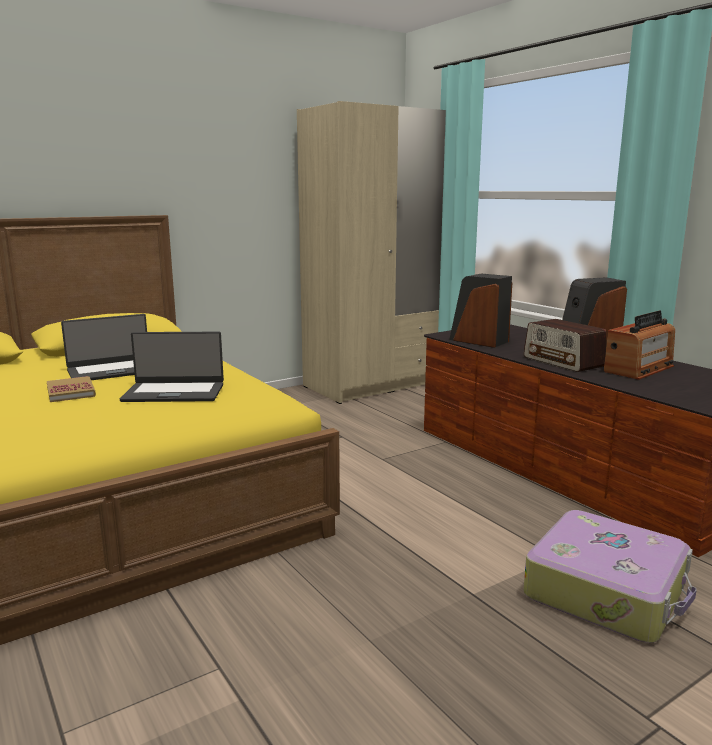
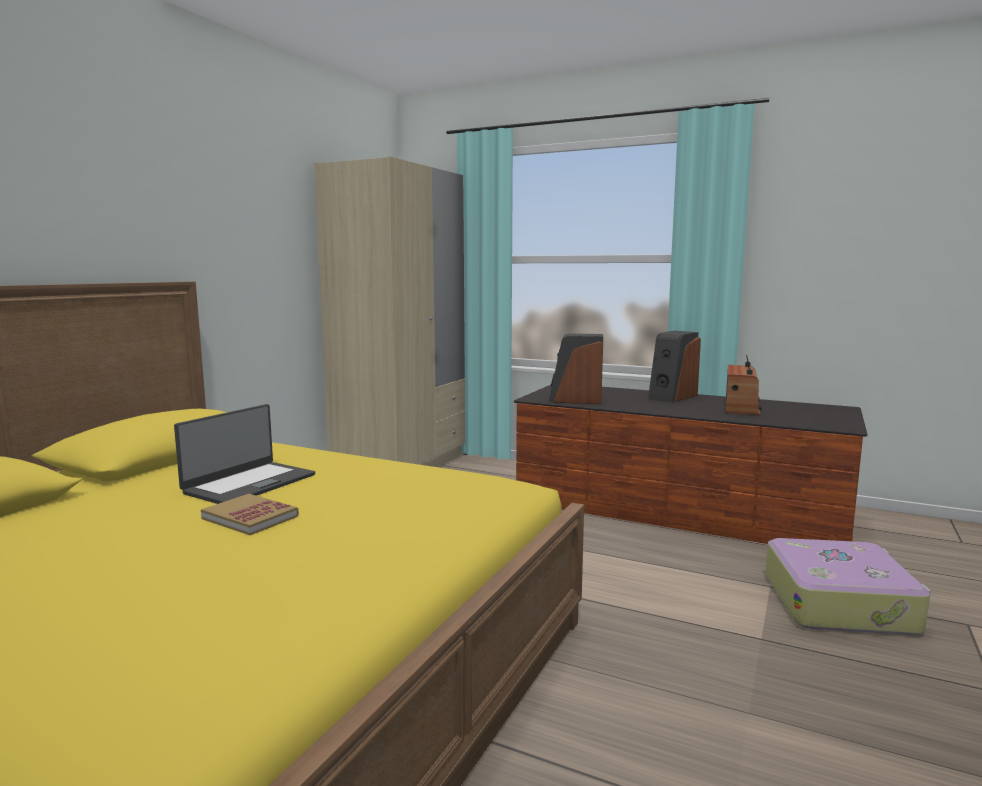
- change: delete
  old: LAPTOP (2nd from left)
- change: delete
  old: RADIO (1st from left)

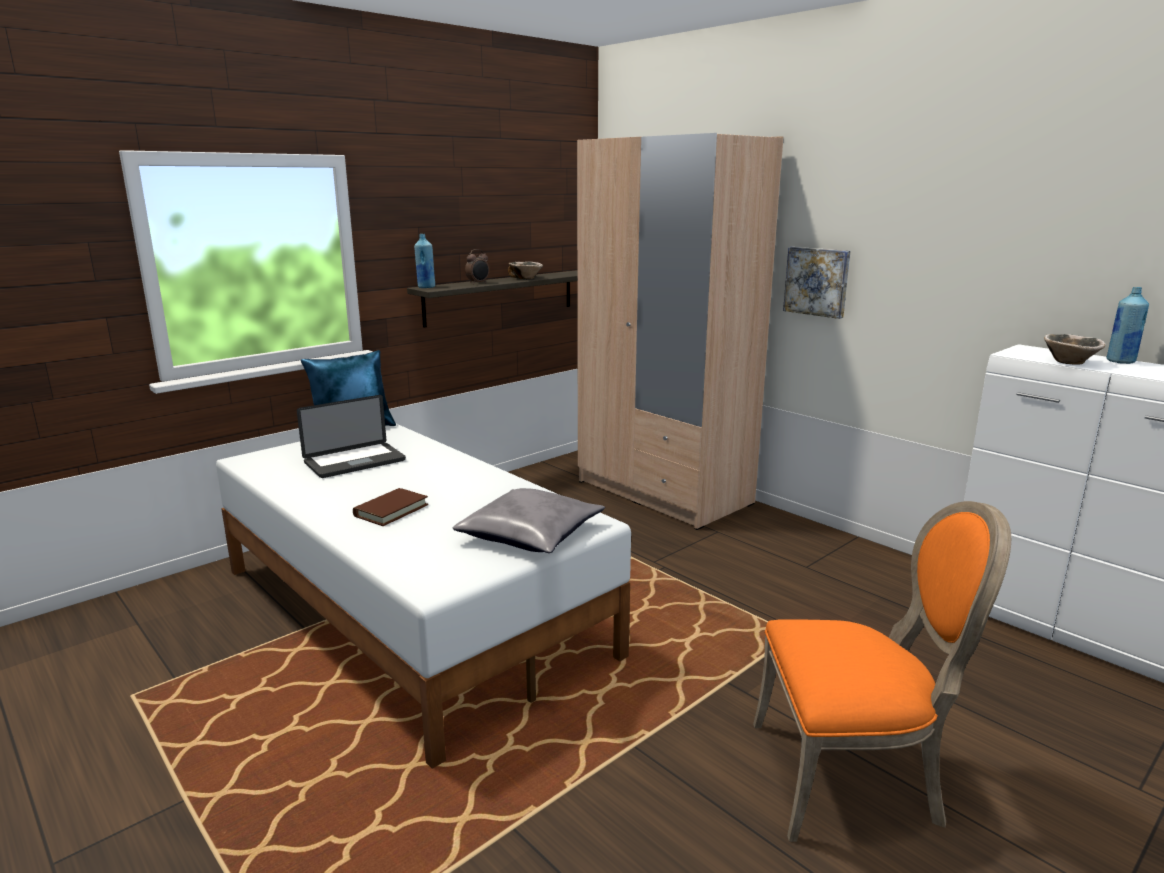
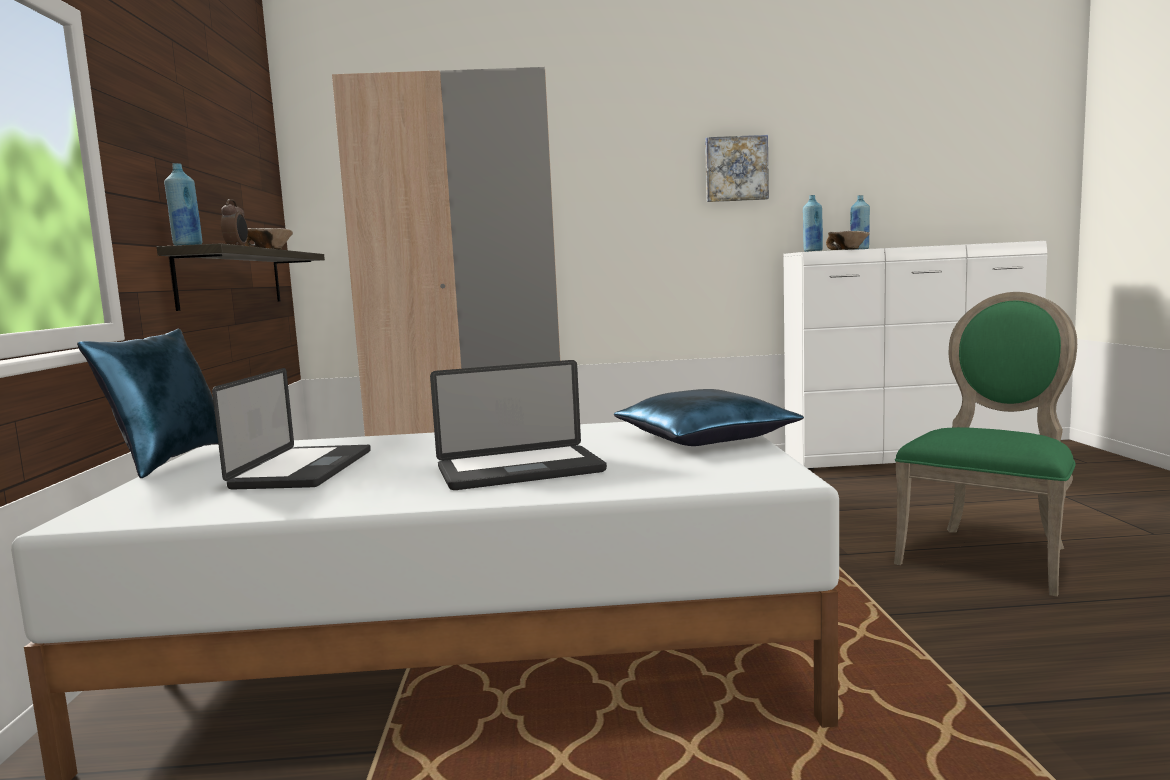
- change: replace
  old: BROWN BOOK
  new: LAPTOP (2nd from left)
- change: recolor
  old: GREY PILLOW
  new: BLUE PILLOW (2nd from left)
- change: recolor
  old: ORANGE CHAIR
  new: GREEN CHAIR
- change: move
  old: PICTURE
- change: insert
  new: BLUE BOTTLE (2nd from left)

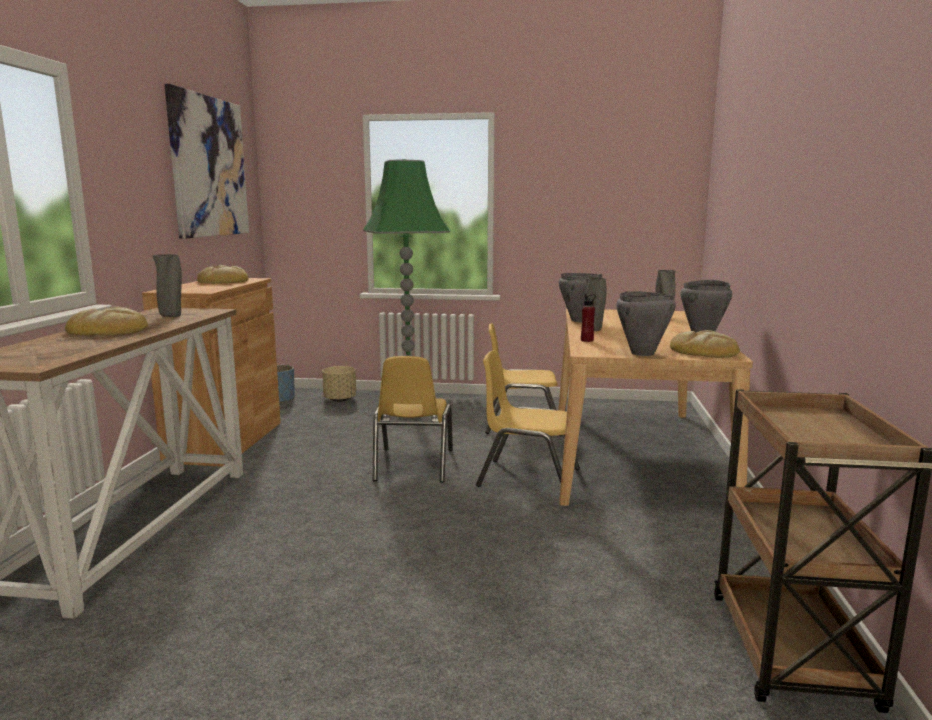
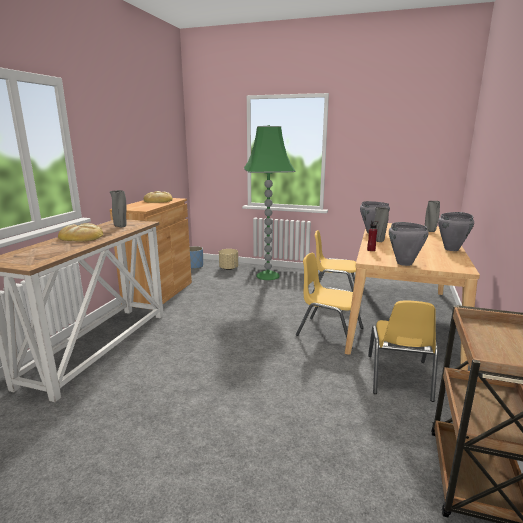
- change: delete
  old: PICTURE
- change: move
  old: YELLOW CHAIR (1st from left in the first image)
  new: YELLOW CHAIR (3rd from left)
- change: delete
  old: BREAD (3rd from left)

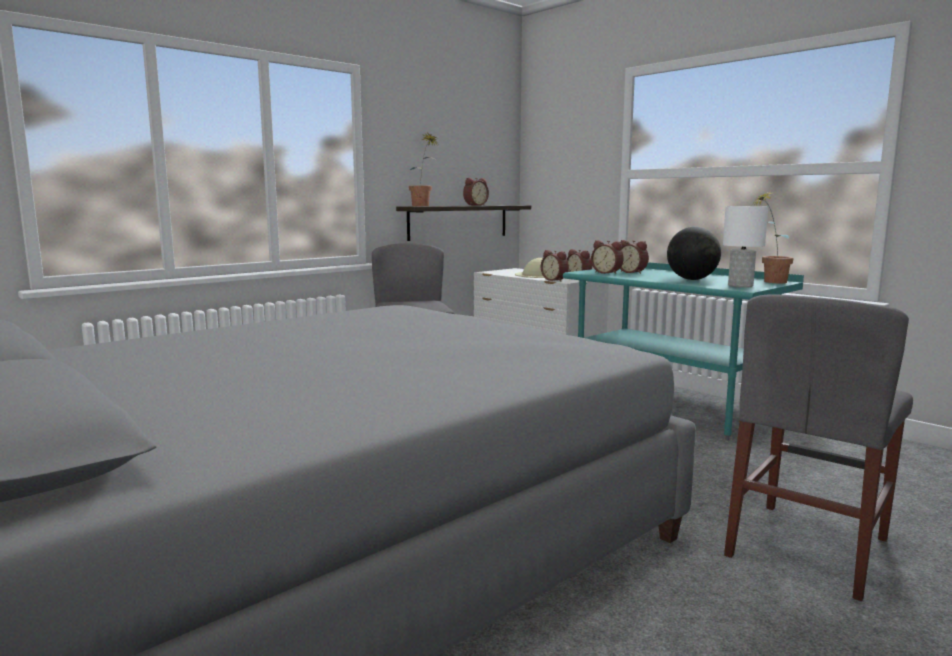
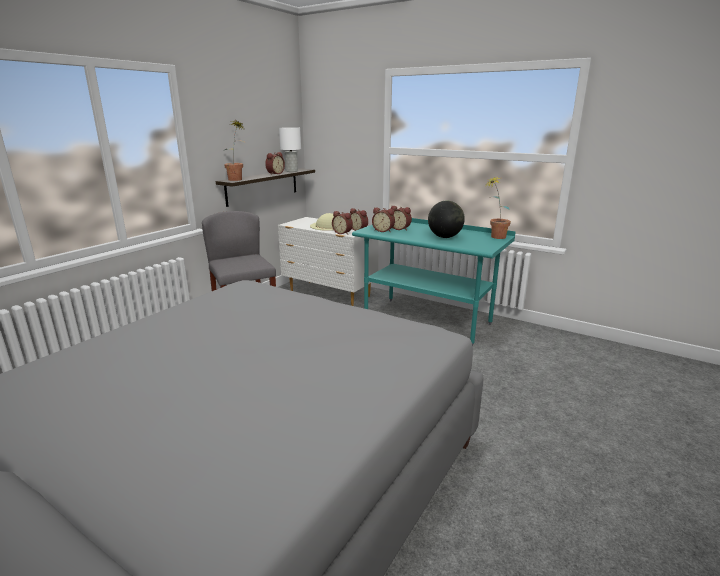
- change: move
  old: WHITE TABLE LAMP
- change: delete
  old: GREY CHAIR (2nd from left)

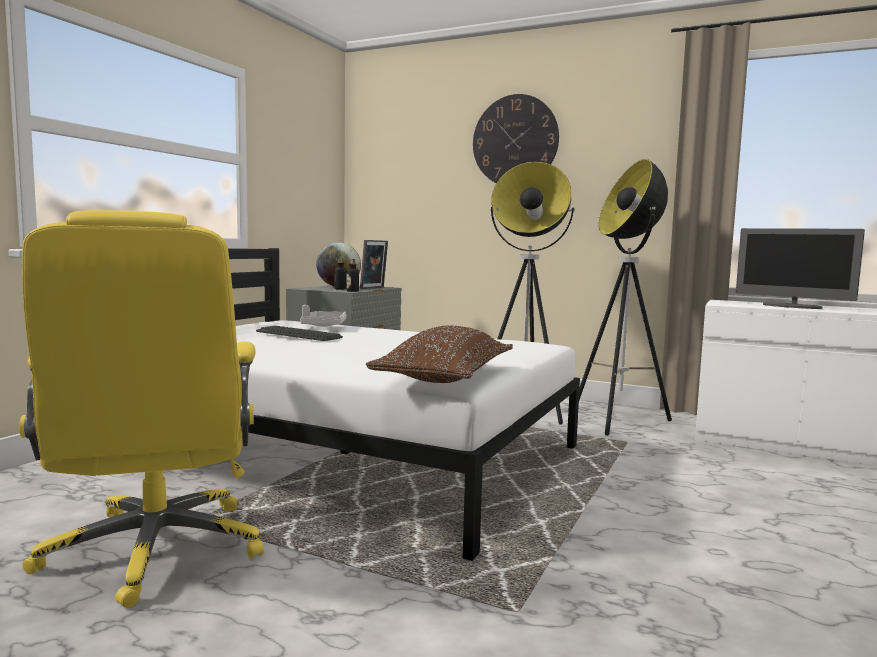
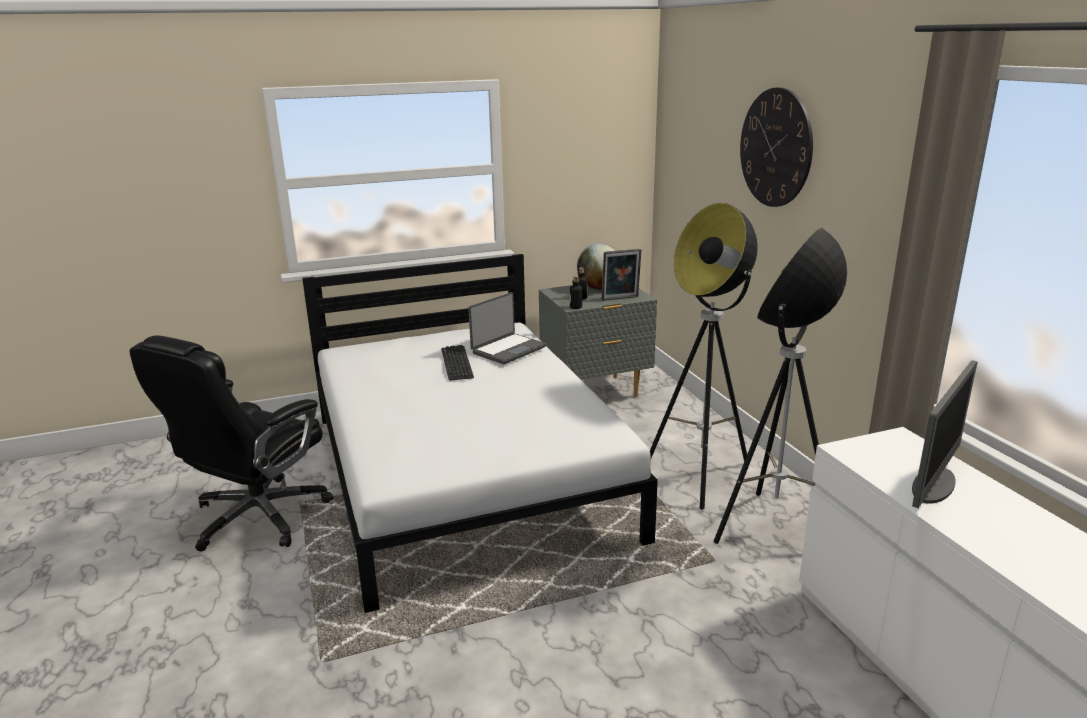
- change: recolor
  old: YELLOW OFFICE CHAIR
  new: BLACK OFFICE CHAIR
- change: replace
  old: GREY TRAY
  new: LAPTOP
- change: delete
  old: BROWN PILLOW
- change: rotate
  old: MONITOR
  degrees: -135

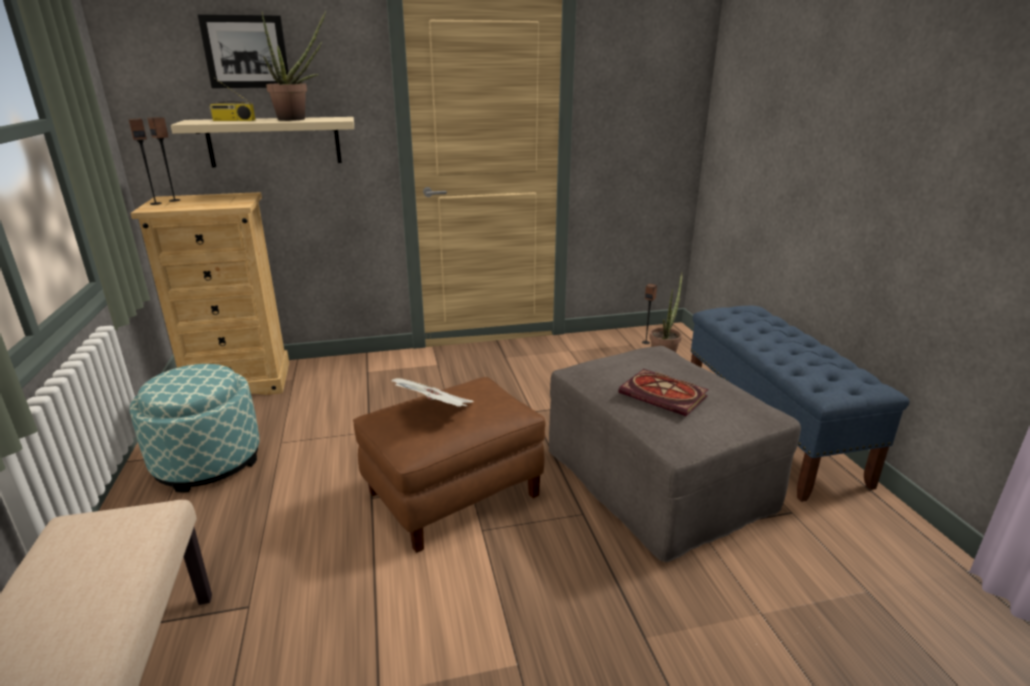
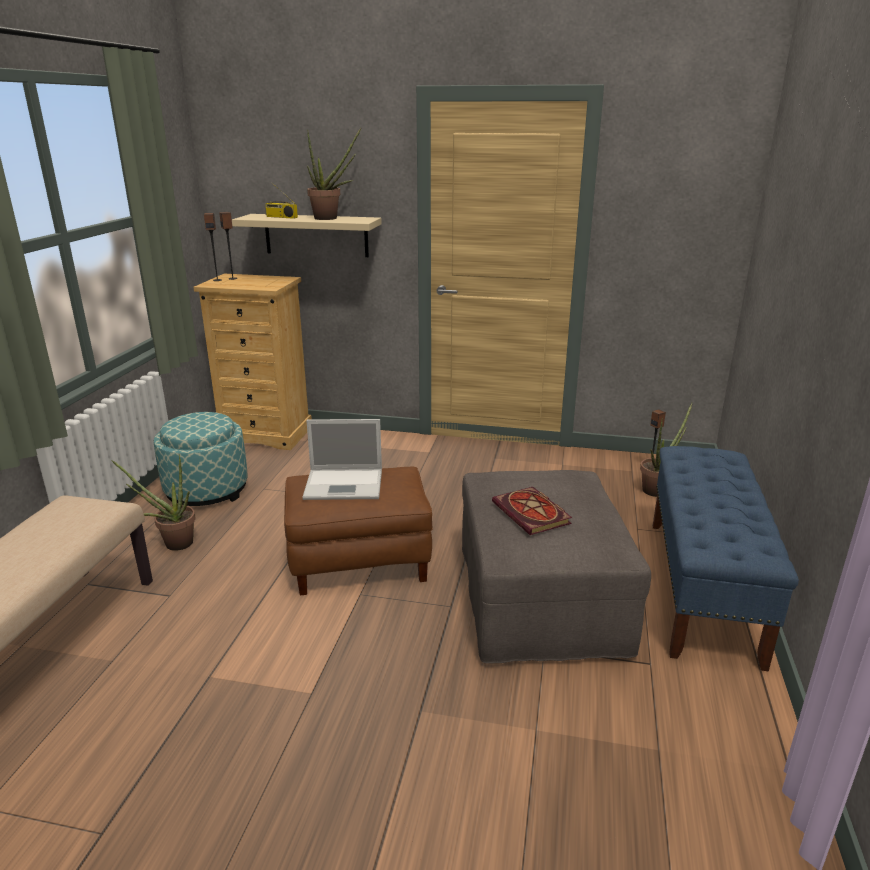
- change: delete
  old: PICTURE
- change: replace
  old: NEWSPAPER
  new: LAPTOP
- change: insert
  new: POTTED PLANT (1st from left)

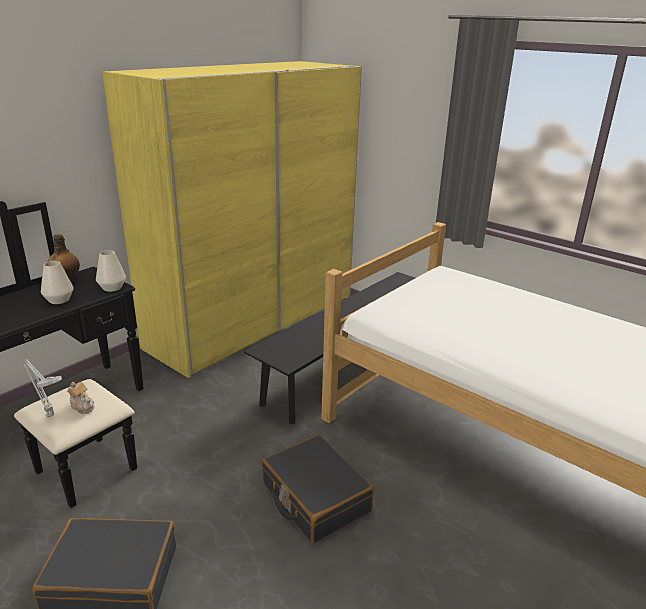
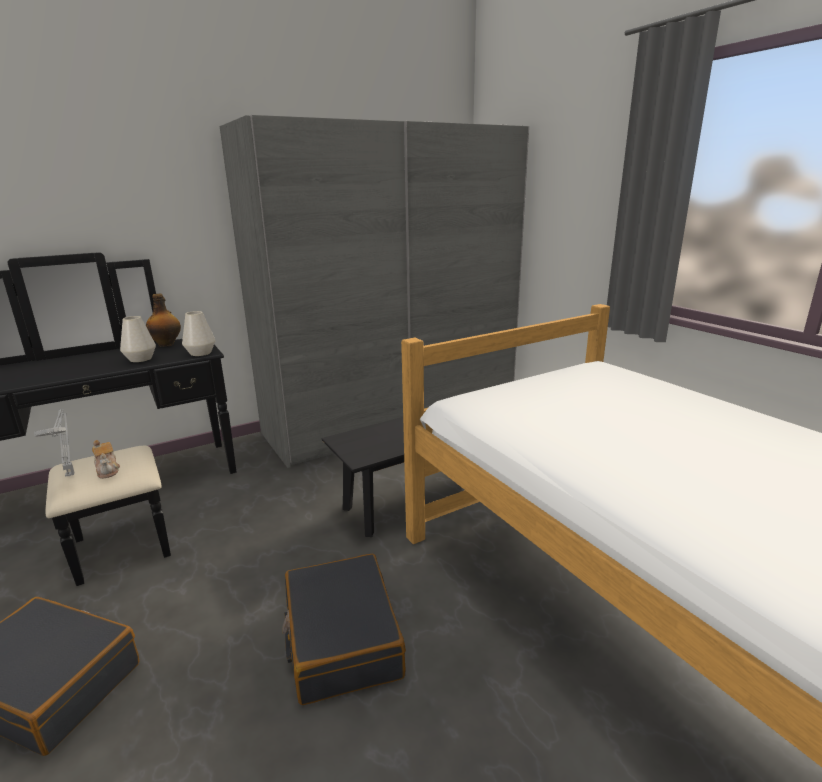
- change: recolor
  old: YELLOW WARDROBE
  new: GREY WARDROBE

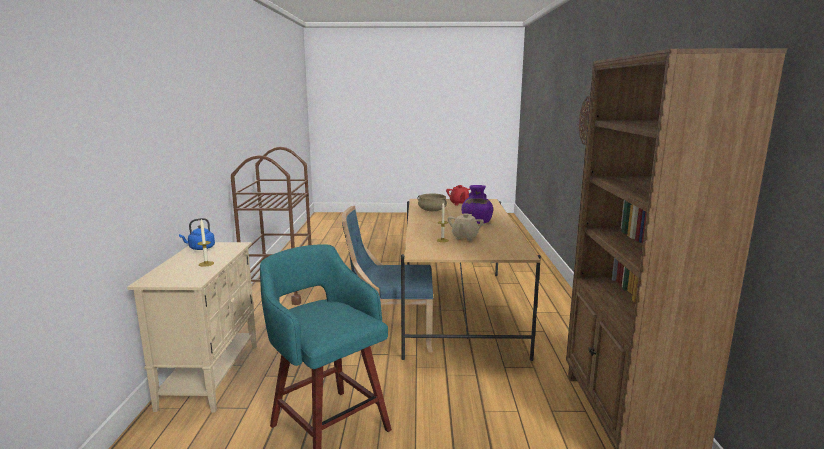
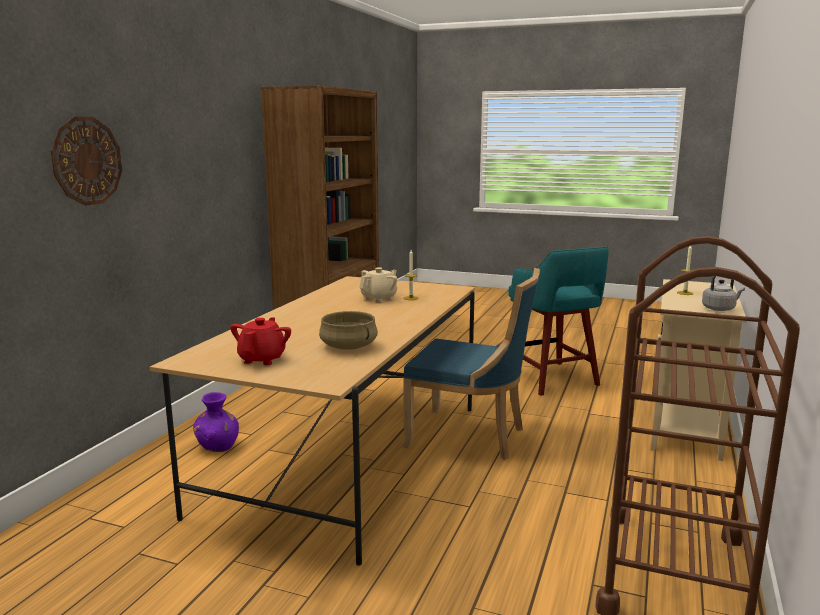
- change: recolor
  old: BLUE KETTLE
  new: GREY KETTLE
- change: move
  old: PURPLE VASE

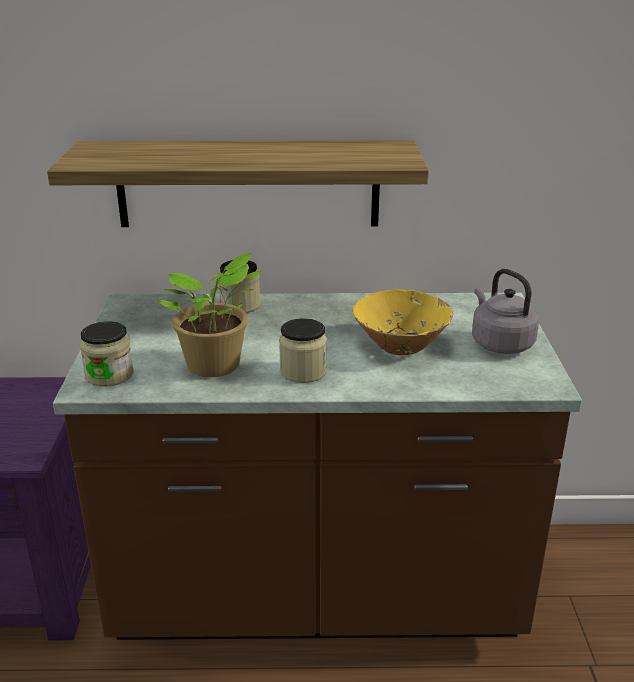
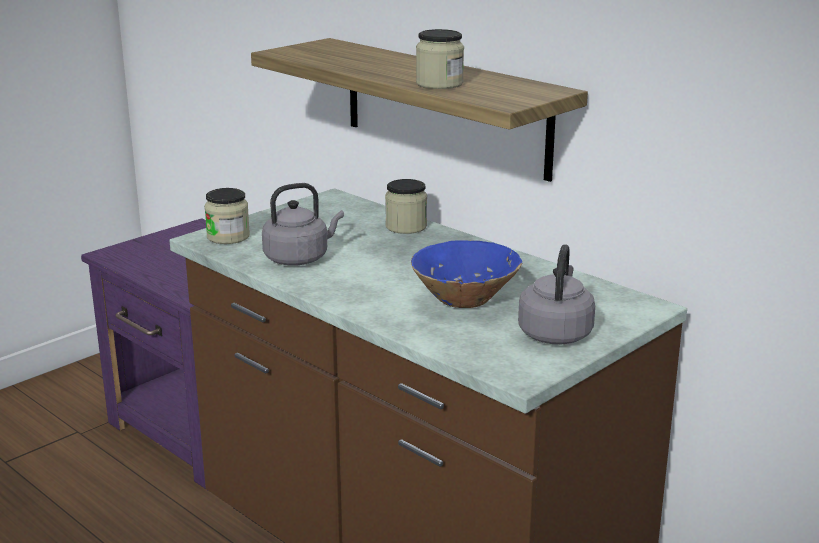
- change: replace
  old: POTTED PLANT
  new: GREY KETTLE (1st from left)
- change: move
  old: JAR (3rd from left)
- change: recolor
  old: YELLOW BOWL
  new: BLUE BOWL

